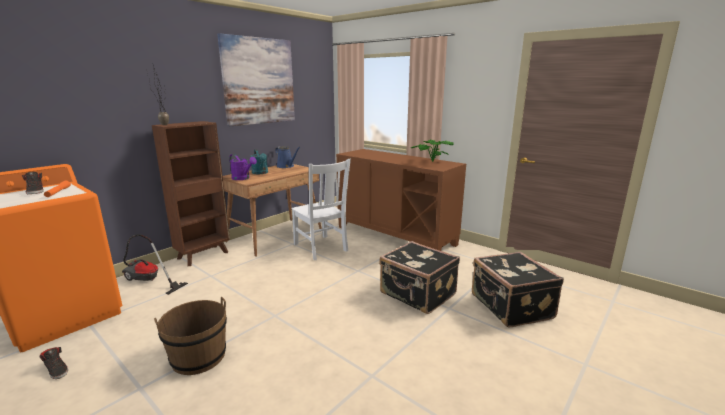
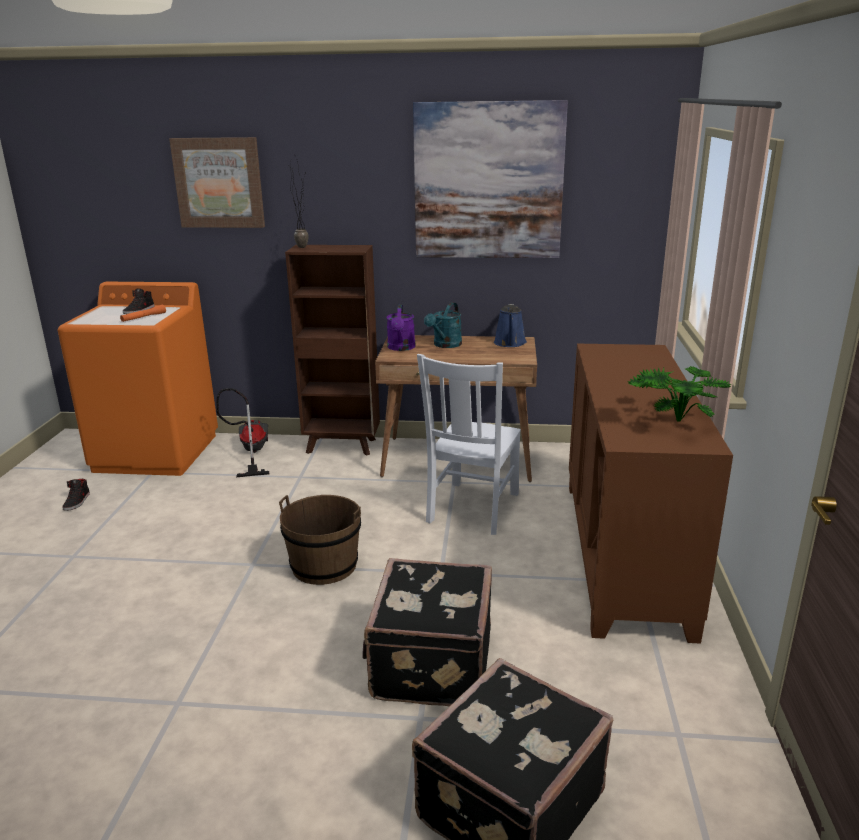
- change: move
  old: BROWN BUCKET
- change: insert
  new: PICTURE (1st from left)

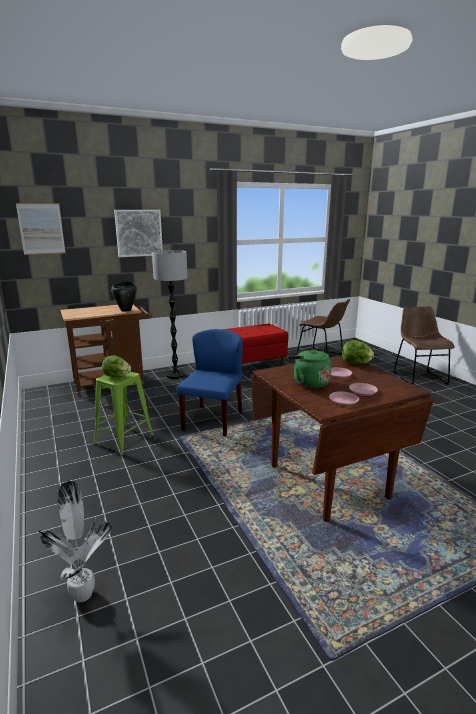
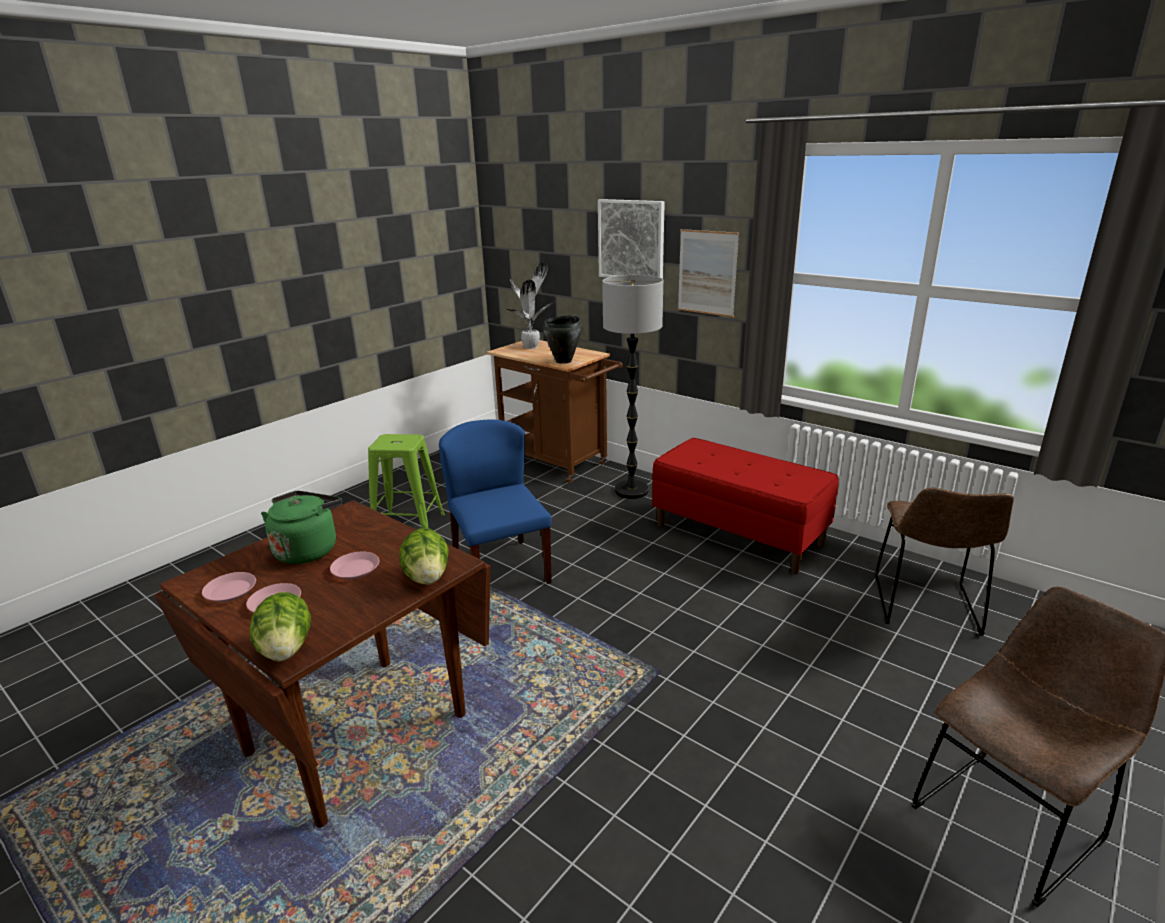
- change: move
  old: PICTURE (1st from left in the first image)
  new: PICTURE (2nd from left)
- change: move
  old: POTTED PLANT
- change: move
  old: LETTUCE (1st from left)
- change: rotate
  old: BLUE CHAIR
  degrees: -105

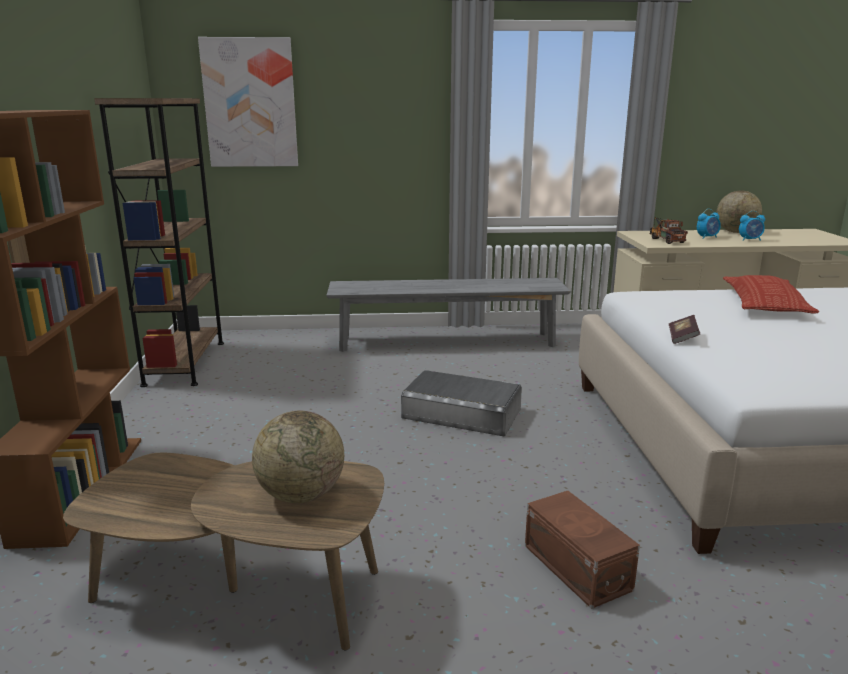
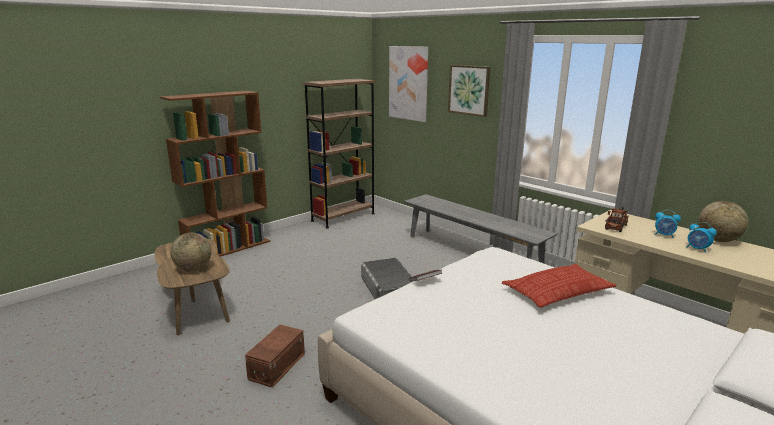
- change: insert
  new: PICTURE (2nd from left)

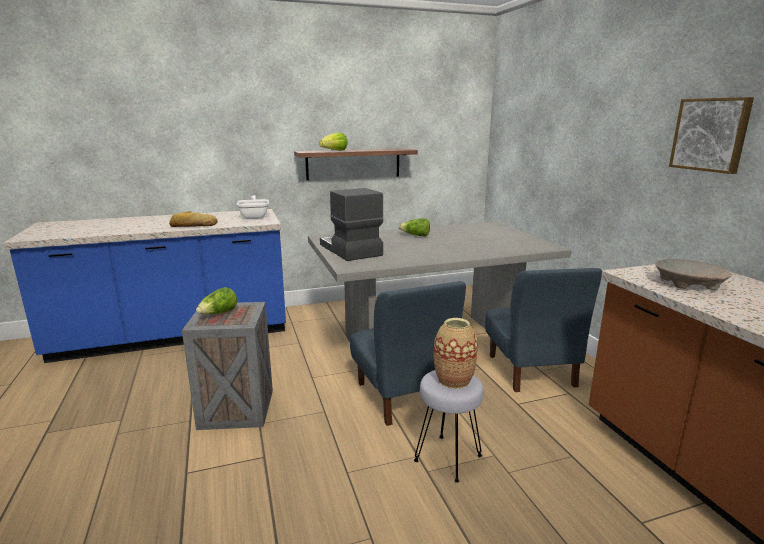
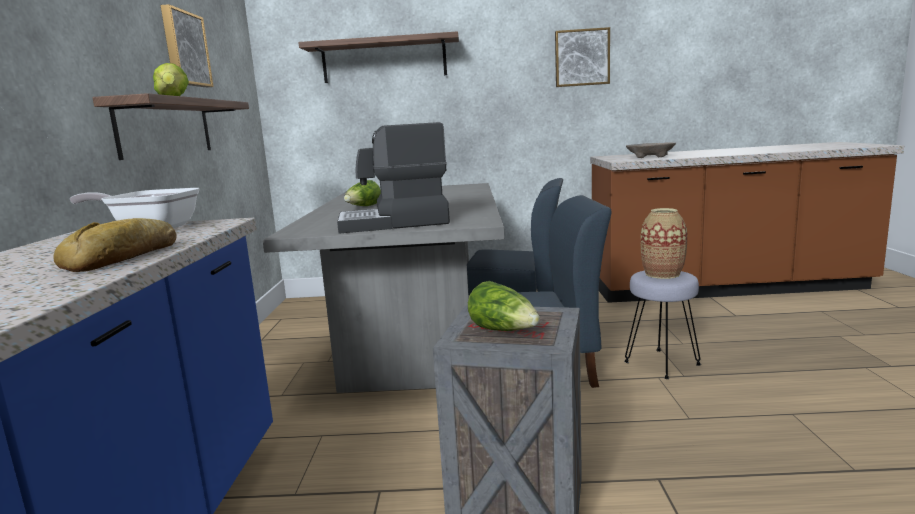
- change: insert
  new: PICTURE (1st from left)
- change: insert
  new: SHELF (2nd from left)

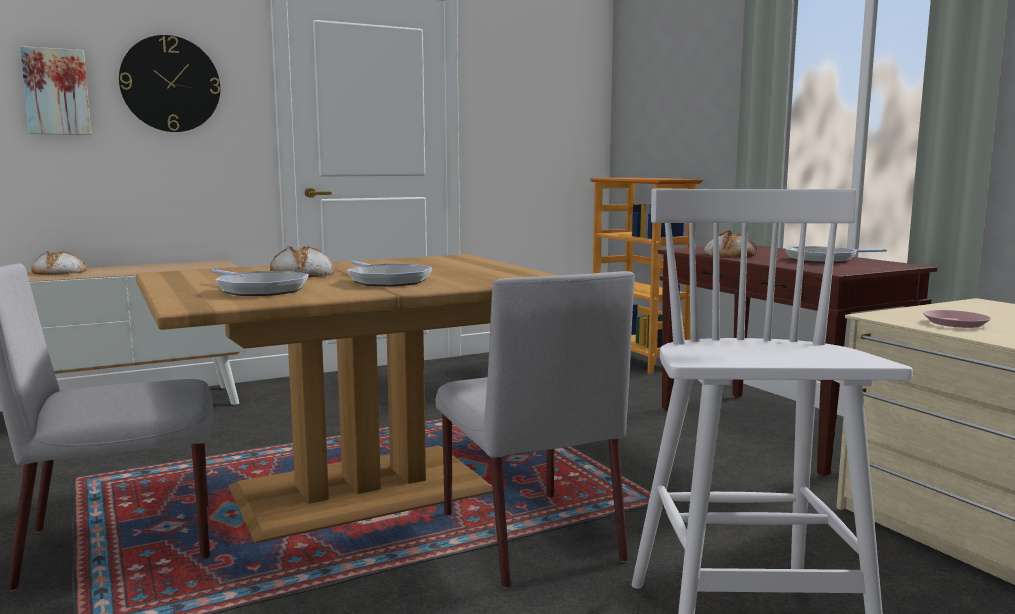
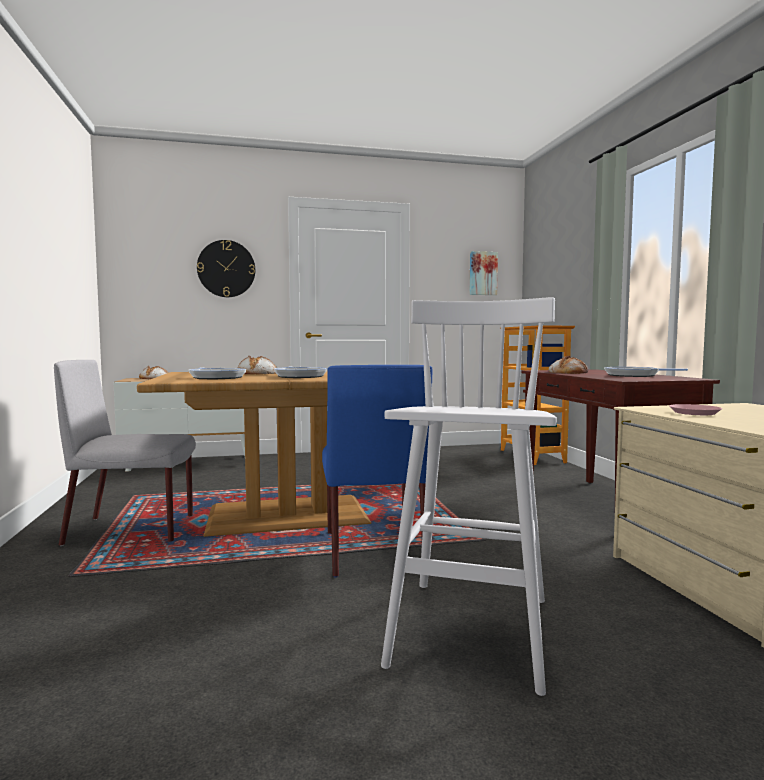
- change: move
  old: PICTURE
- change: recolor
  old: GREY CHAIR (2nd from left)
  new: BLUE CHAIR

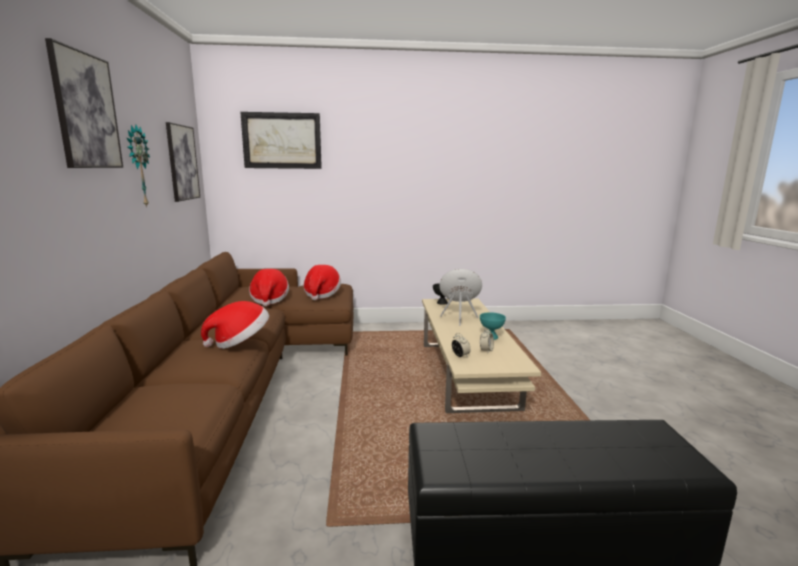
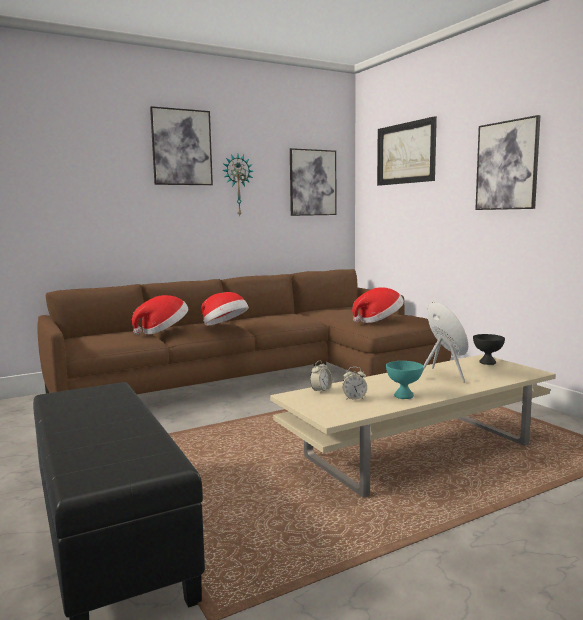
- change: move
  old: HAT (2nd from left in the first image)
  new: HAT (1st from left)
- change: insert
  new: PICTURE (4th from left)

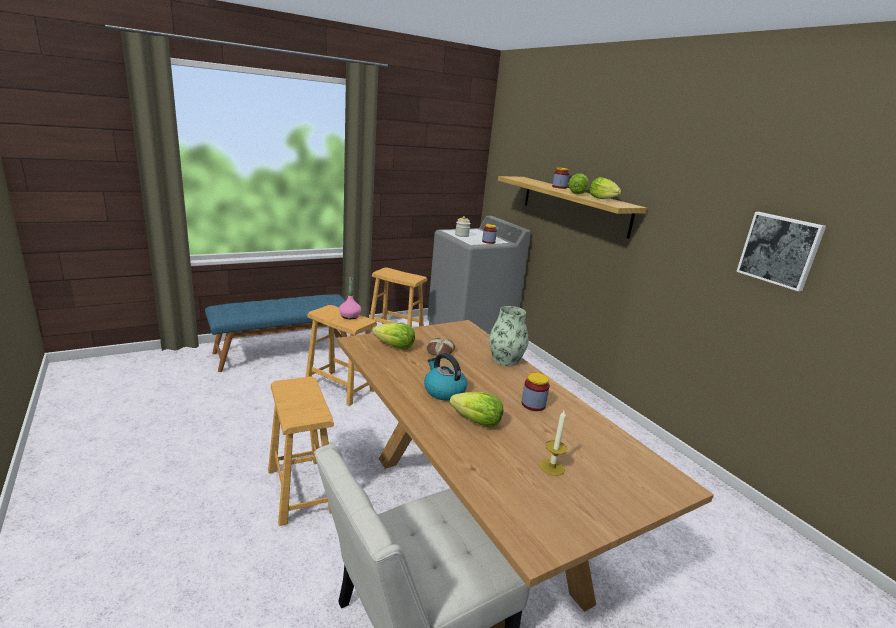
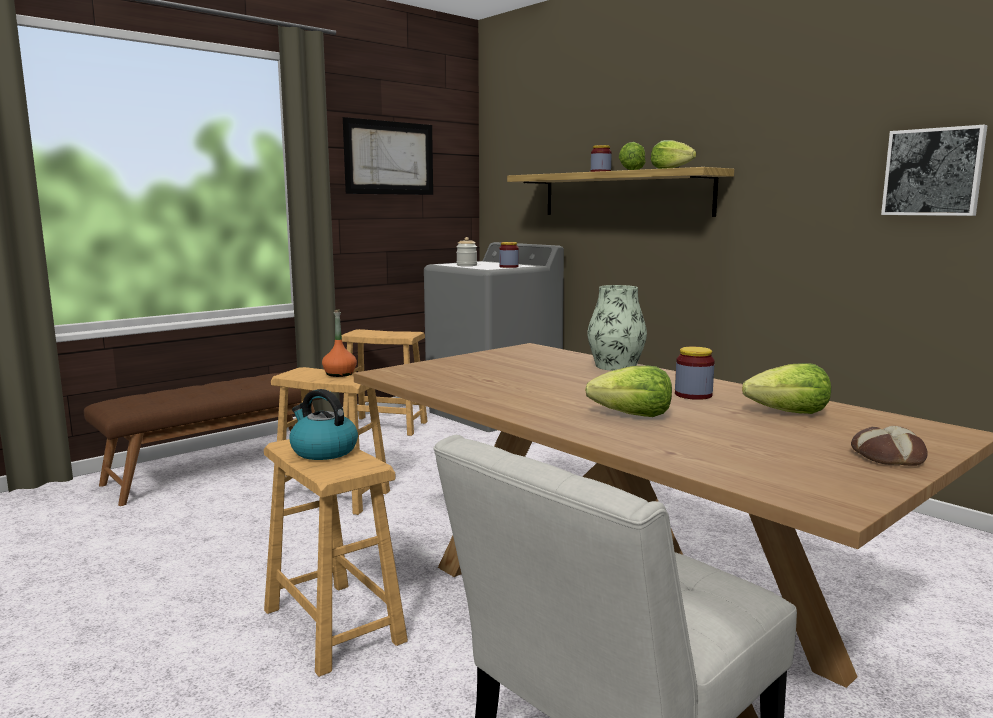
- change: recolor
  old: BLUE BENCH
  new: BROWN BENCH
- change: recolor
  old: PINK BOTTLE
  new: ORANGE BOTTLE
- change: move
  old: LETTUCE (1st from left in the first image)
  new: LETTUCE (4th from left)
- change: move
  old: KETTLE
- change: move
  old: BREAD
- change: delete
  old: CANDLE
- change: insert
  new: PICTURE (1st from left)

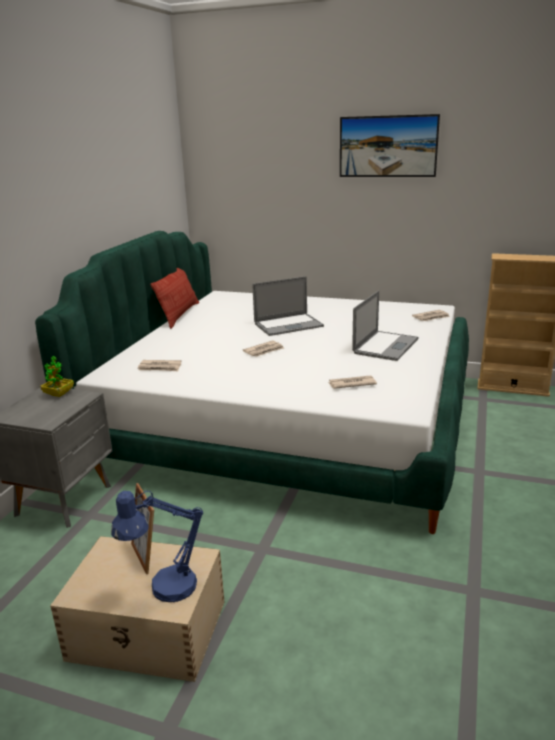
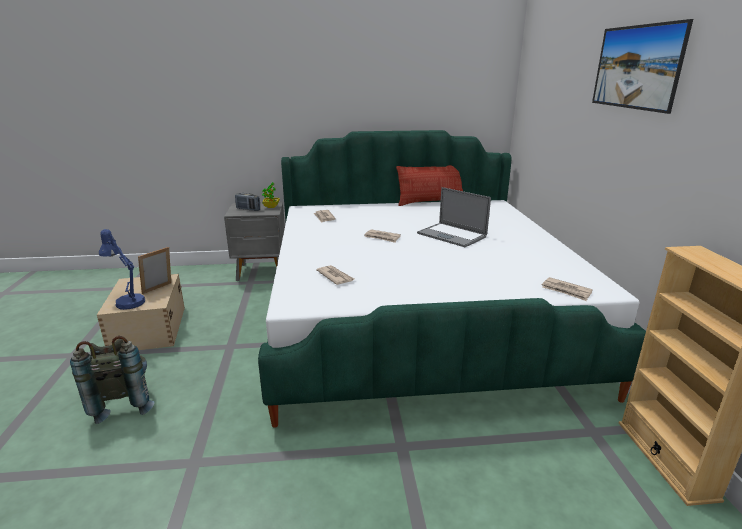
- change: delete
  old: LAPTOP (2nd from left)
- change: insert
  new: GREY BACKPACK
- change: insert
  new: RADIO

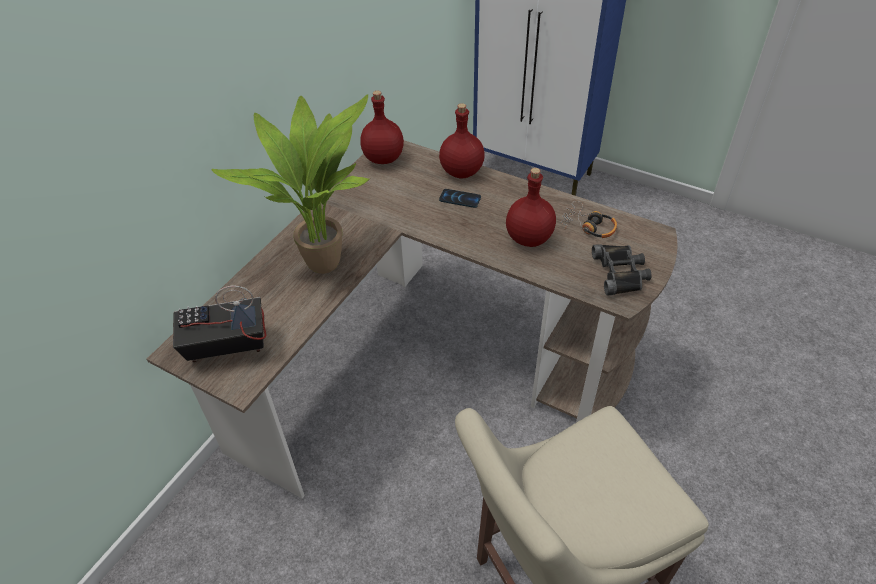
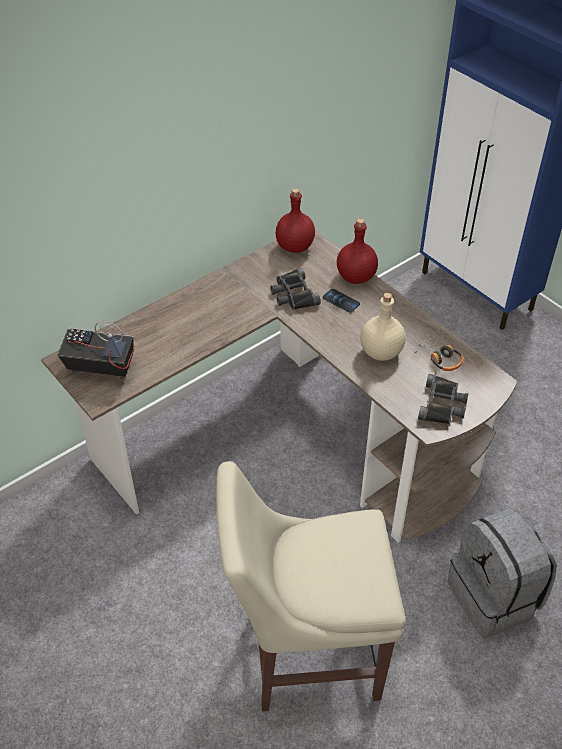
- change: delete
  old: POTTED PLANT
- change: recolor
  old: RED BOTTLE (3rd from left)
  new: BEIGE BOTTLE
- change: insert
  new: BLACK BINOCULARS (1st from left)
- change: insert
  new: GREY BACKPACK

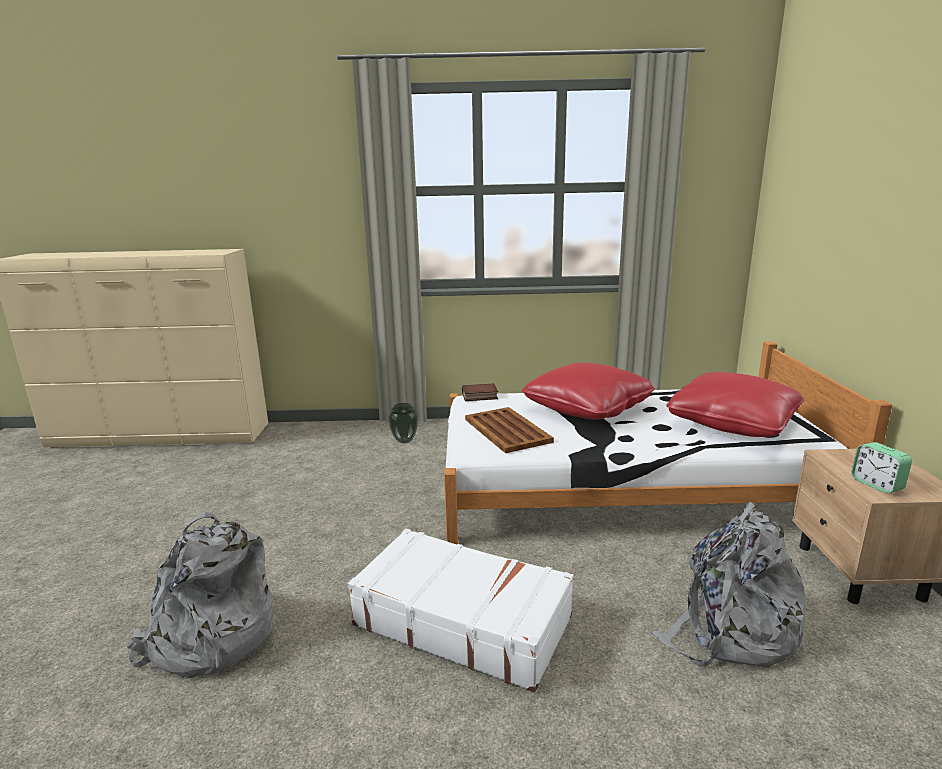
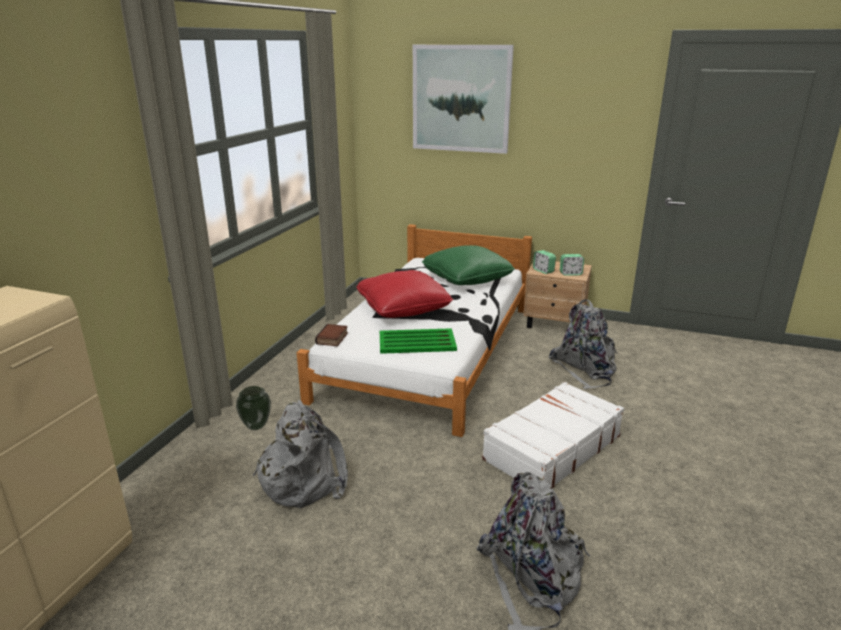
- change: recolor
  old: BROWN TRAY
  new: GREEN TRAY
- change: recolor
  old: RED PILLOW (2nd from left)
  new: GREEN PILLOW
- change: insert
  new: GREY BACKPACK (1st from left)
- change: insert
  new: PICTURE
- change: insert
  new: ALARM CLOCK (1st from left)

